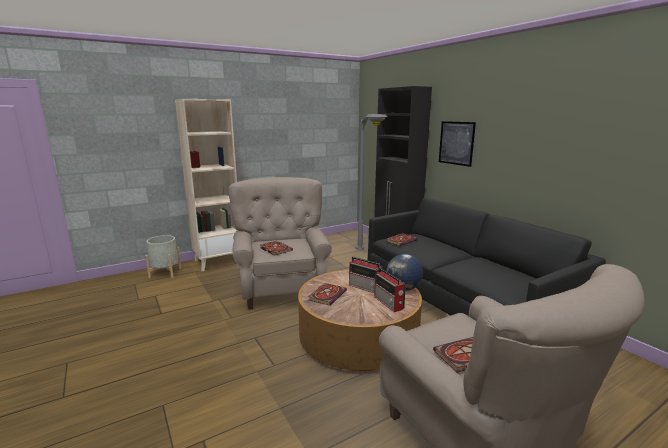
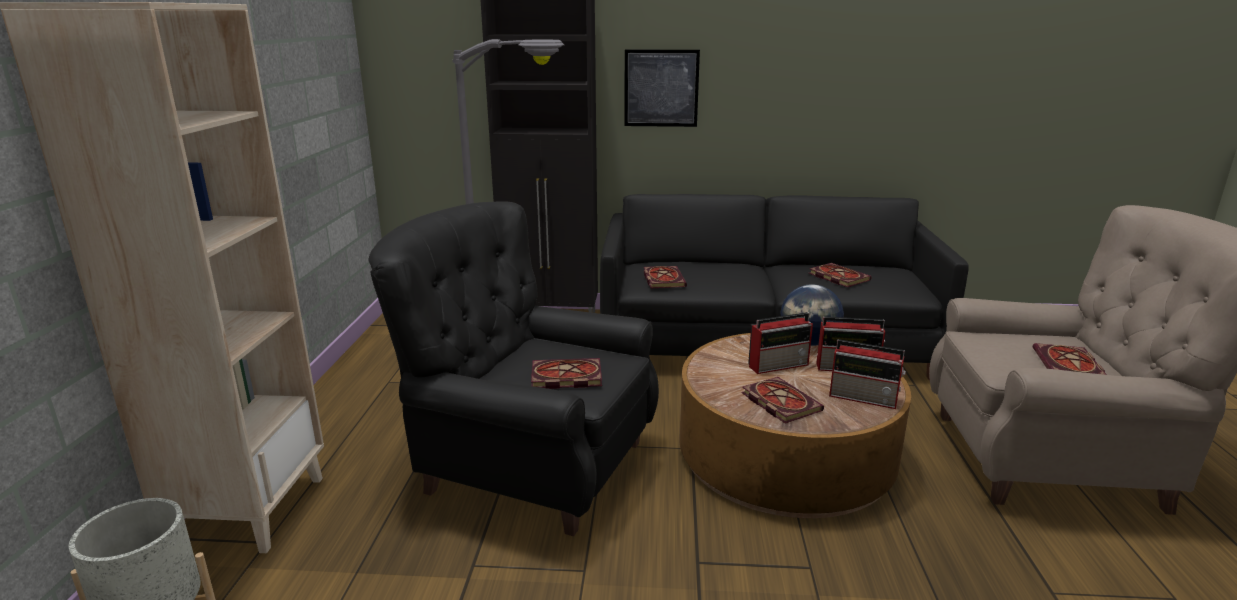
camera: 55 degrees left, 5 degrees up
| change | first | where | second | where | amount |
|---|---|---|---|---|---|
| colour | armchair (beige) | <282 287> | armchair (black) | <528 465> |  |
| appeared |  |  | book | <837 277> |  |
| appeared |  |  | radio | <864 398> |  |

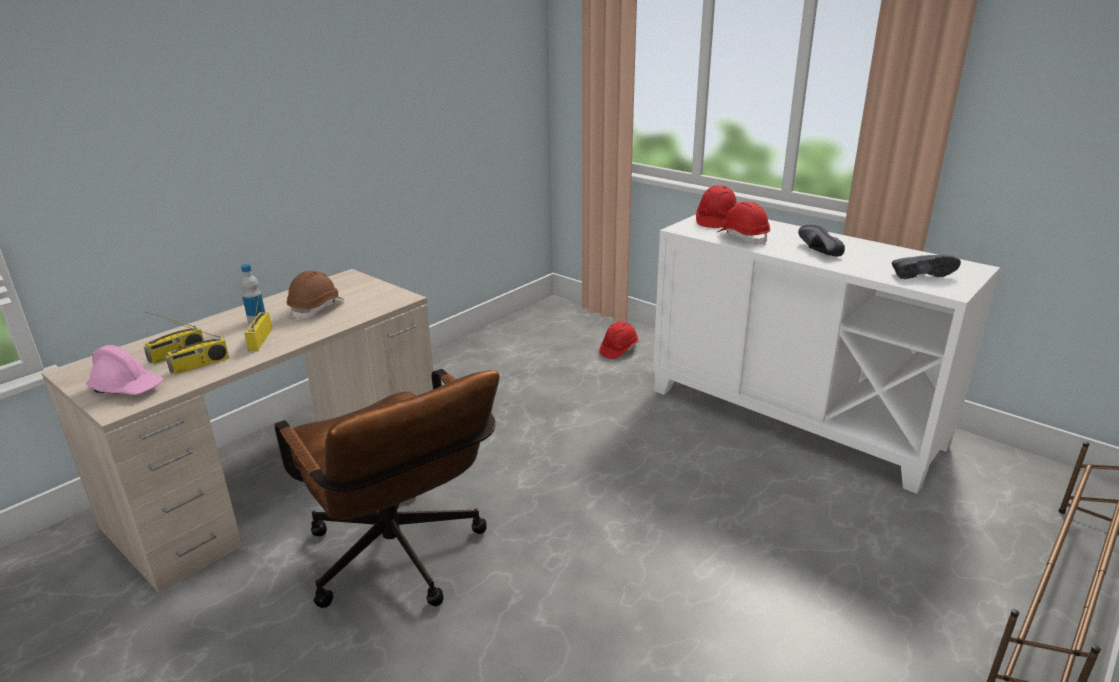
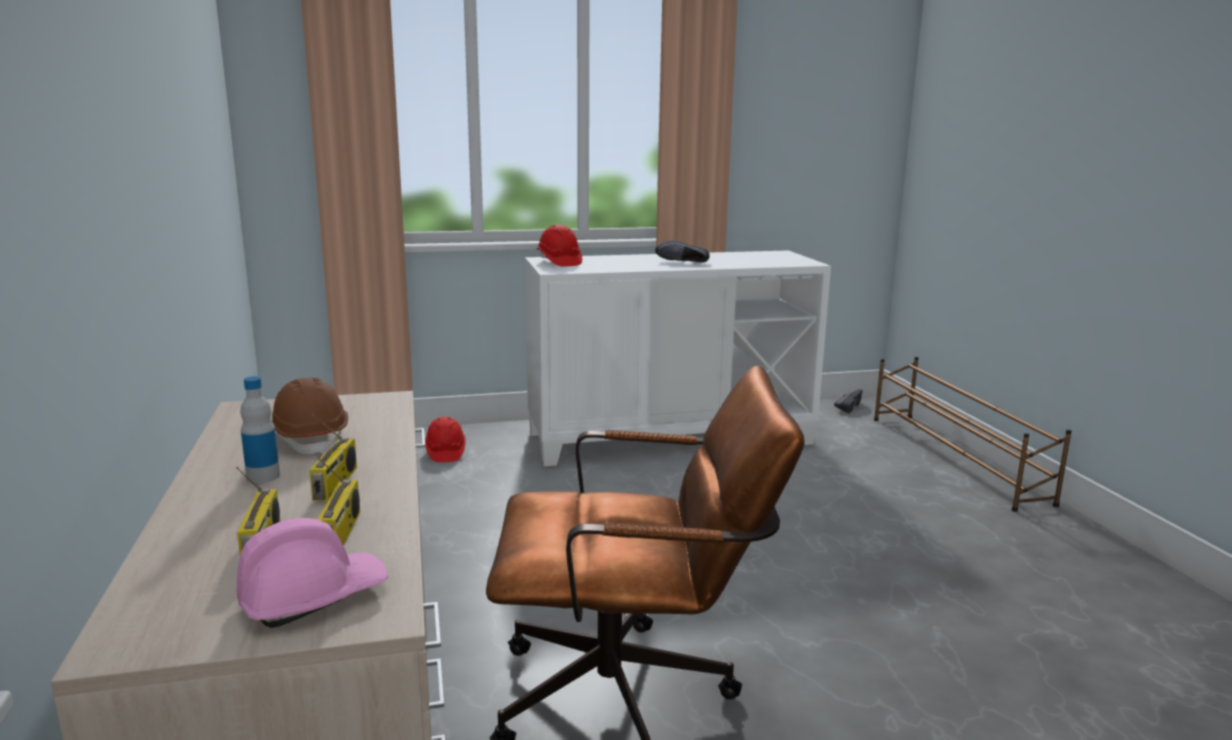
camera: 55 degrees left, 10 degrees down
| change | first | where | second | where | amount |
|---|---|---|---|---|---|
| spun | radio | <260 339> |  | <336 484> | 120 degrees counterclockwise |
| relocated | shoe (black) | <921 274> |  | <847 407> |  |
| missing | hard hat (red) | <743 237> |  |  |  |

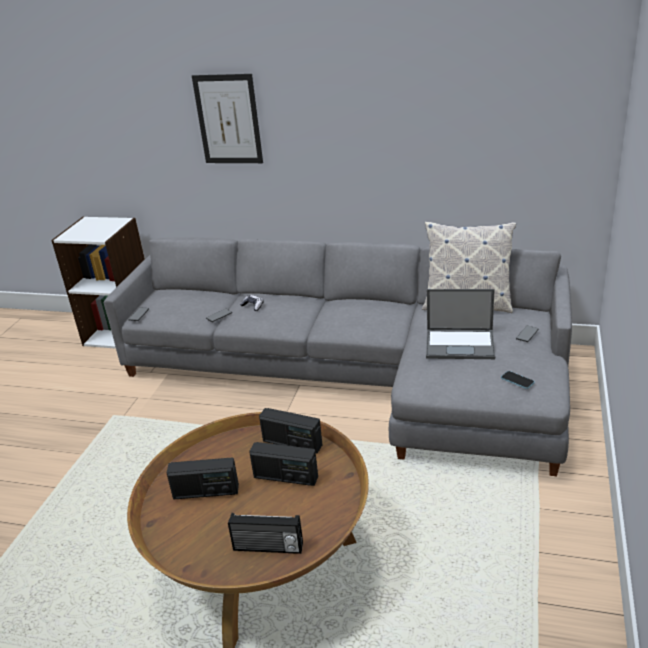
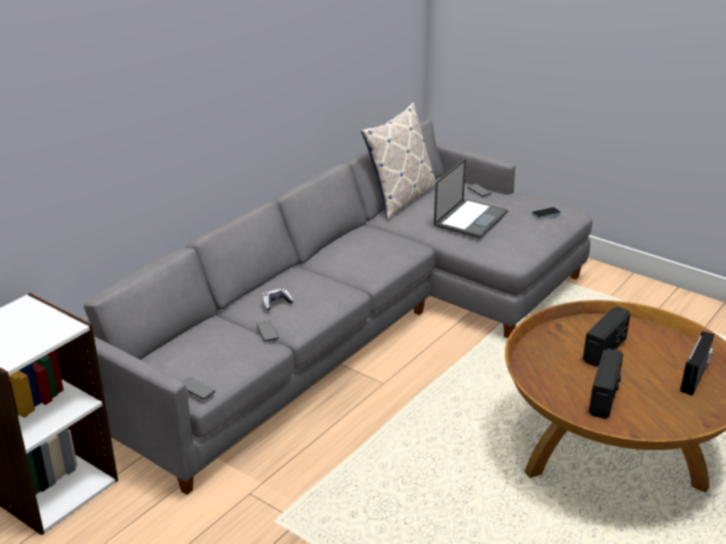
camera: 70 degrees left, 0 degrees up
| change | first | where | second | where | amount |
|---|---|---|---|---|---|
| missing | picture | <228 119> |  |  |  |
| missing | radio | <292 443> |  |  |  |

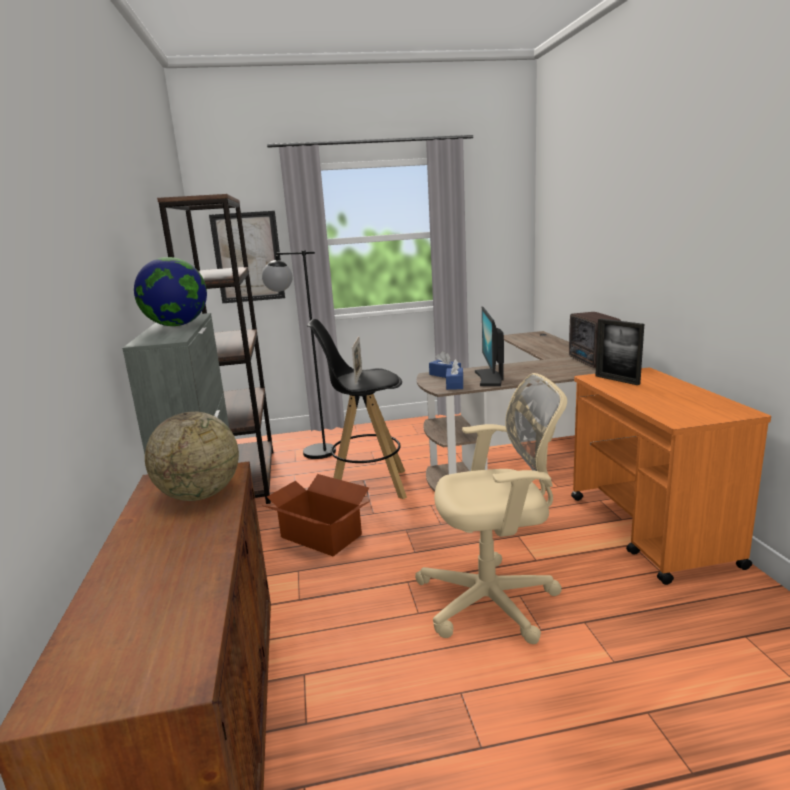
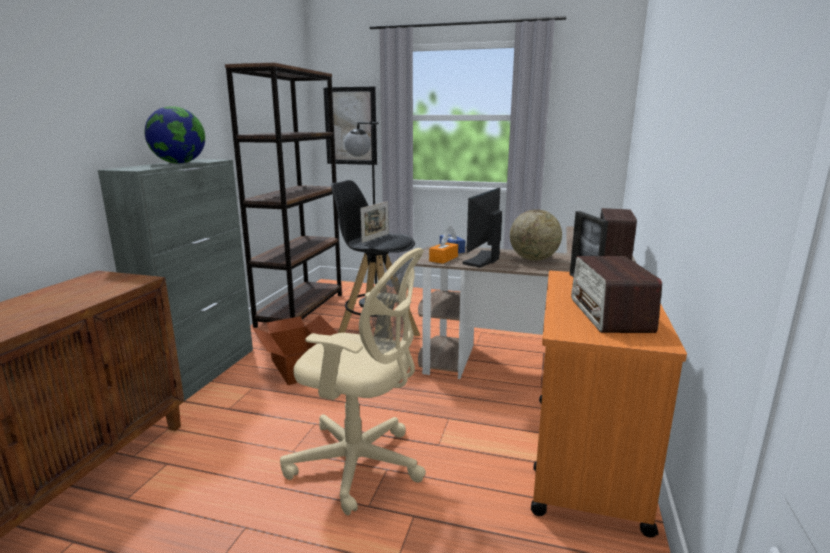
camera: 25 degrees right, 0 degrees up
| change | first | where | second | where | amount |
|---|---|---|---|---|---|
| colour | tissue box (blue) | <455 385> | tissue box (orange) | <443 259> |  |
| relocated | globe | <200 495> |  | <533 259> |  |
| appeared |  |  | radio | <610 315> |  |

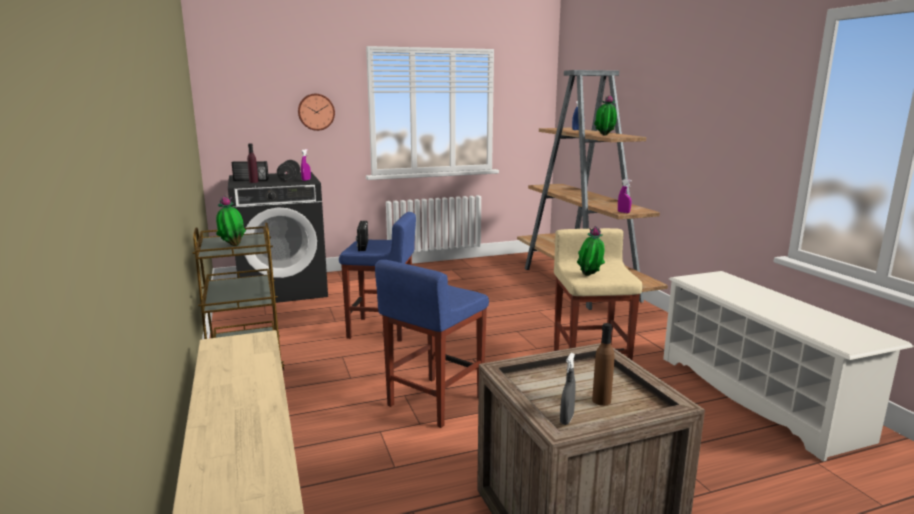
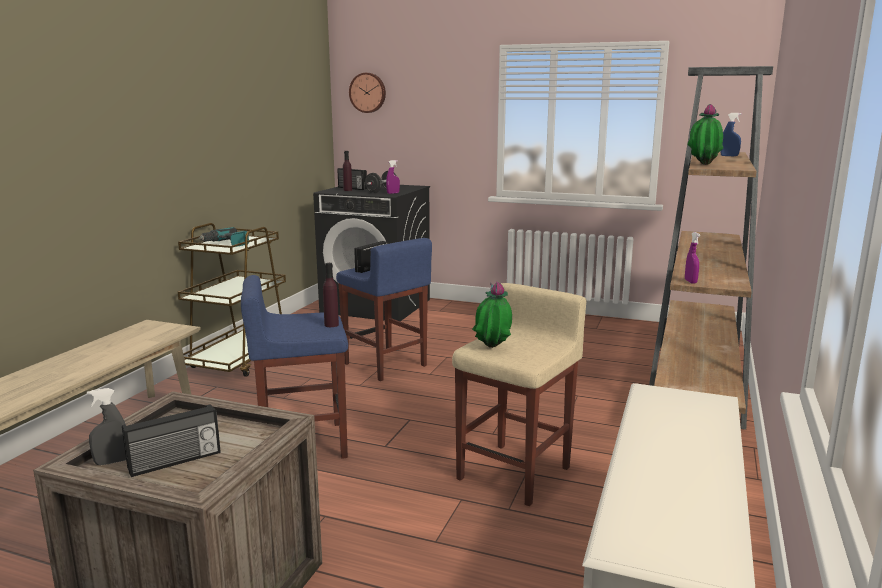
camera: 40 degrees right, 0 degrees up
| change | first | where | second | where | amount |
|---|---|---|---|---|---|
| exchanged | bottle (brown) | <601 400> | radio | <175 462> |  |
| exchanged | potted plant | <232 245> | power drill | <226 244> |  |
| appeared |  |  | bottle (purple) | <331 325> |  |
| relocated | wall clock | <316 112> |  | <368 92> |  |

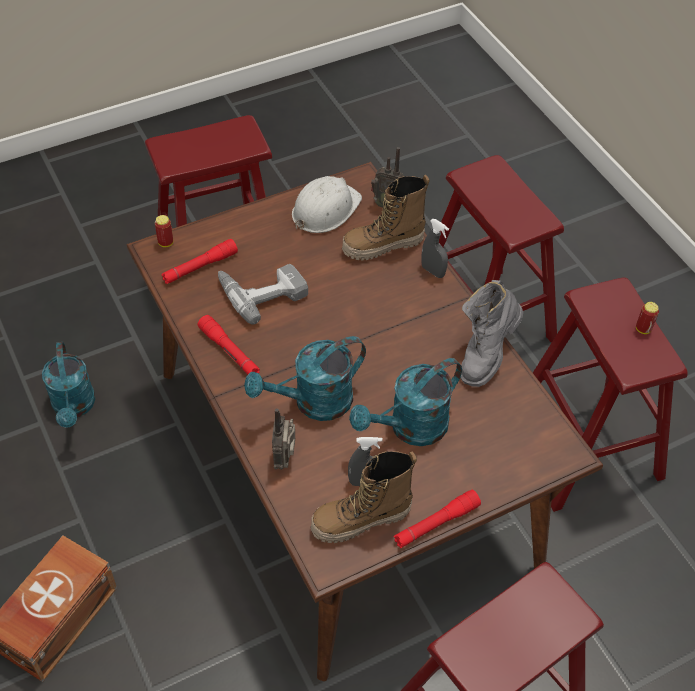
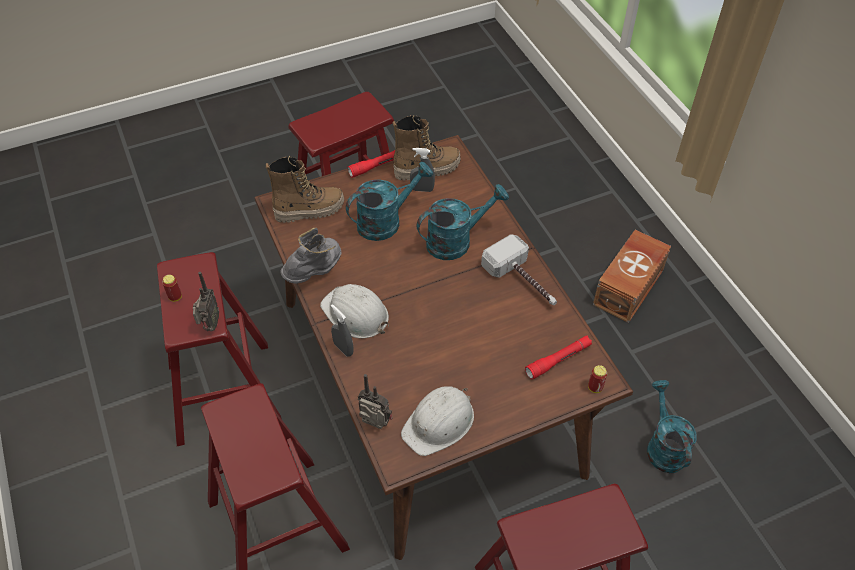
camera: 175 degrees left, 0 degrees up
| change | first | where | second | where | amount |
|---|---|---|---|---|---|
| relocated | radio | <285 458> |  | <210 326> |  |
| relocated | boot | <383 246> |  | <309 210> |  |
| appeared |  |  | hard hat (white) | <355 314> |  |
| exchanged | flashlight (red) | <229 351> | hammer | <523 281> |  |
| missing | power drill | <261 291> |  |  |  |

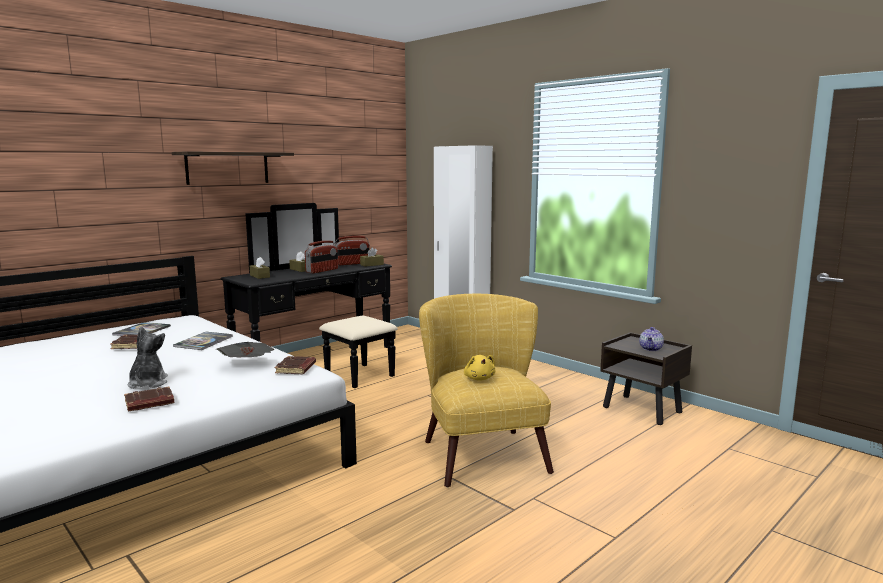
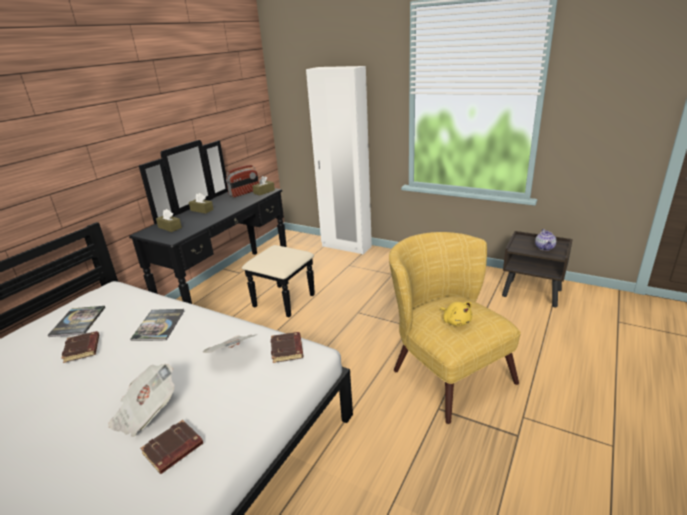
camera: 15 degrees left, 15 degrees up
| change | first | where | second | where | amount |
|---|---|---|---|---|---|
| exchanged | plush toy | <148 383> | newspaper | <146 413> |  |
| missing | shelf | <227 168> |  |  |  |
| missing | radio | <322 270> |  |  |  |

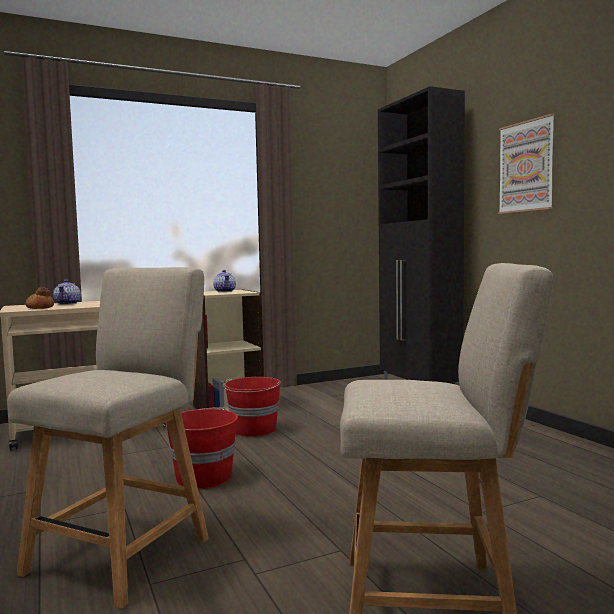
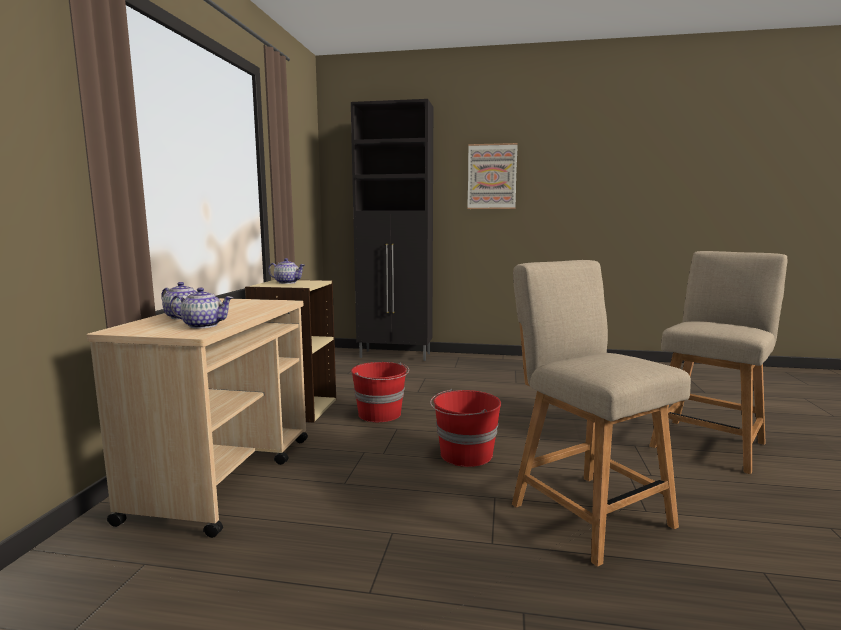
camera: 55 degrees left, 5 degrees up
| change | first | where | second | where | amount |
|---|---|---|---|---|---|
| exchanged | bread | <40 307> | teapot | <203 325> |  |

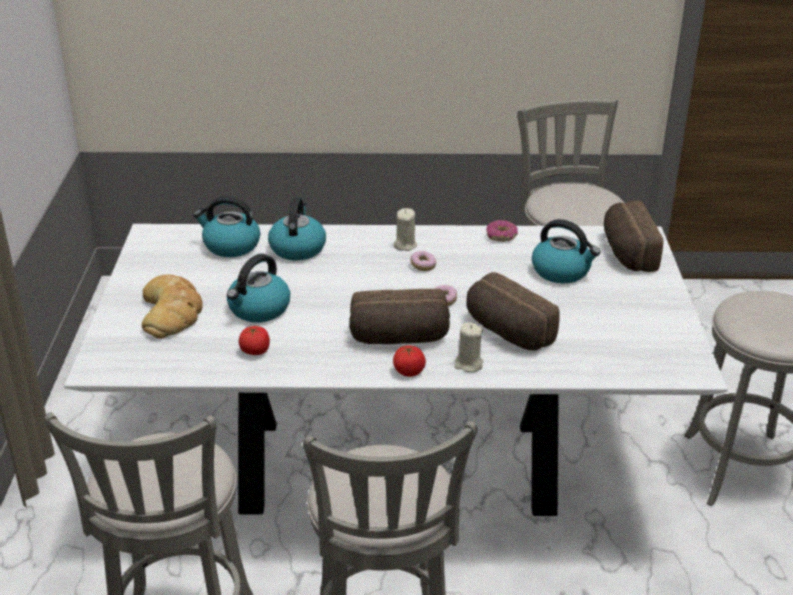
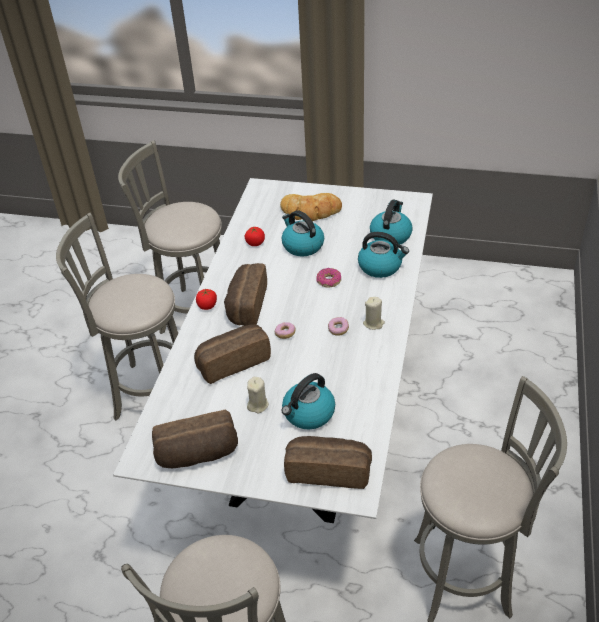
camera: 105 degrees right, 10 degrees up
| change | first | where | second | where | amount |
|---|---|---|---|---|---|
| appeared |  |  | bread | <198 455> |  |
| relocated | candle (beige) | <468 364> |  | <258 405> |  |
| relocated | donut | <501 236> |  | <328 281> |  |

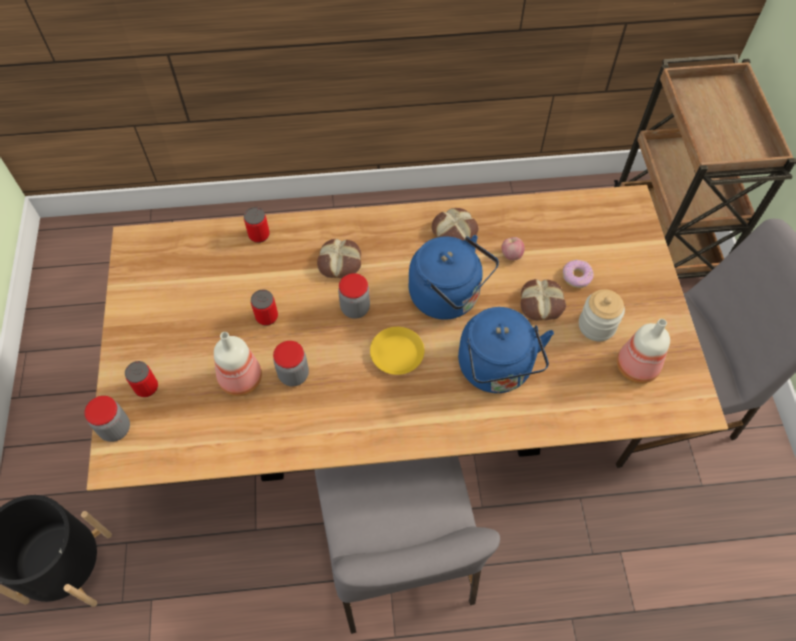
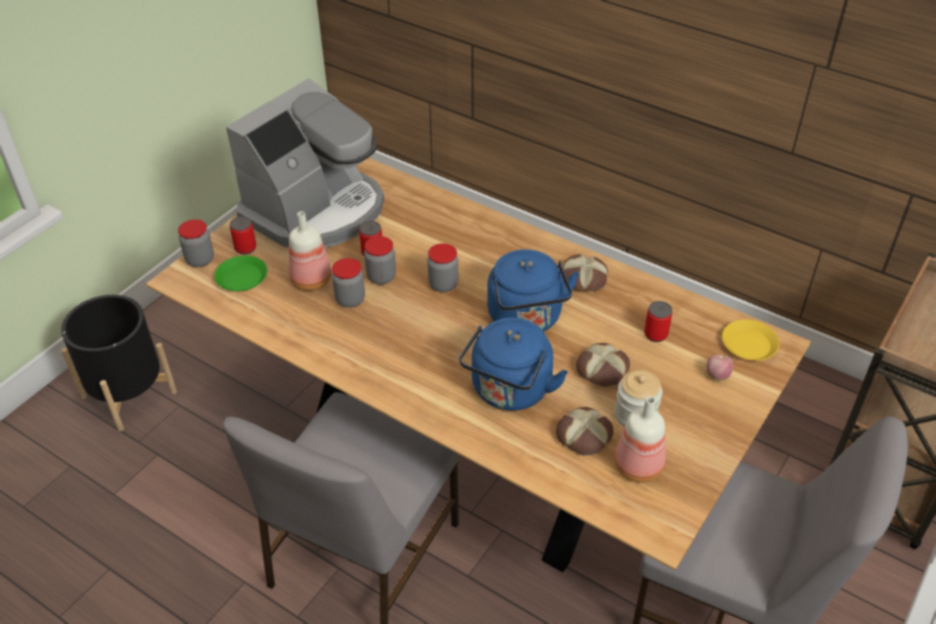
camera: 40 degrees right, 15 degrees down
| change | first | where | second | where | amount |
|---|---|---|---|---|---|
| appeared |  |  | plate (green) | <241 278> |  |
| appeared |  |  | coffee machine | <316 210> |  |
| appeared |  |  | jar | <381 277> |  |
| relocated | bread | <340 262> |  | <584 436> |  |
| relocated | can | <259 235> |  | <655 334> |  |
| relocated | apple | <511 255> |  | <717 375> |  |
| relocated | plate (yellow) | <397 353> |  | <749 344> |  |
| missing | donut | <576 276> |  |  |  |

